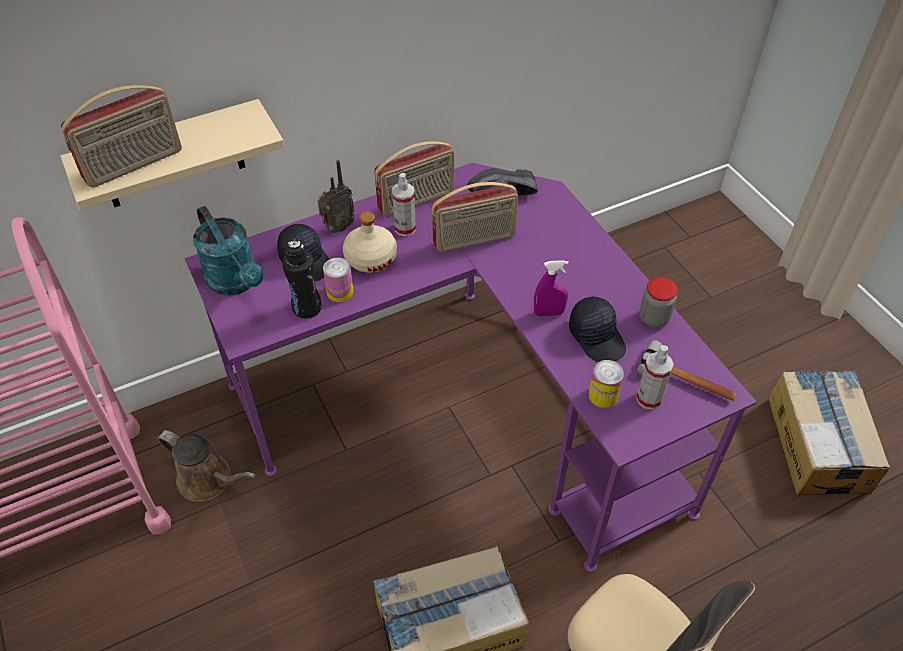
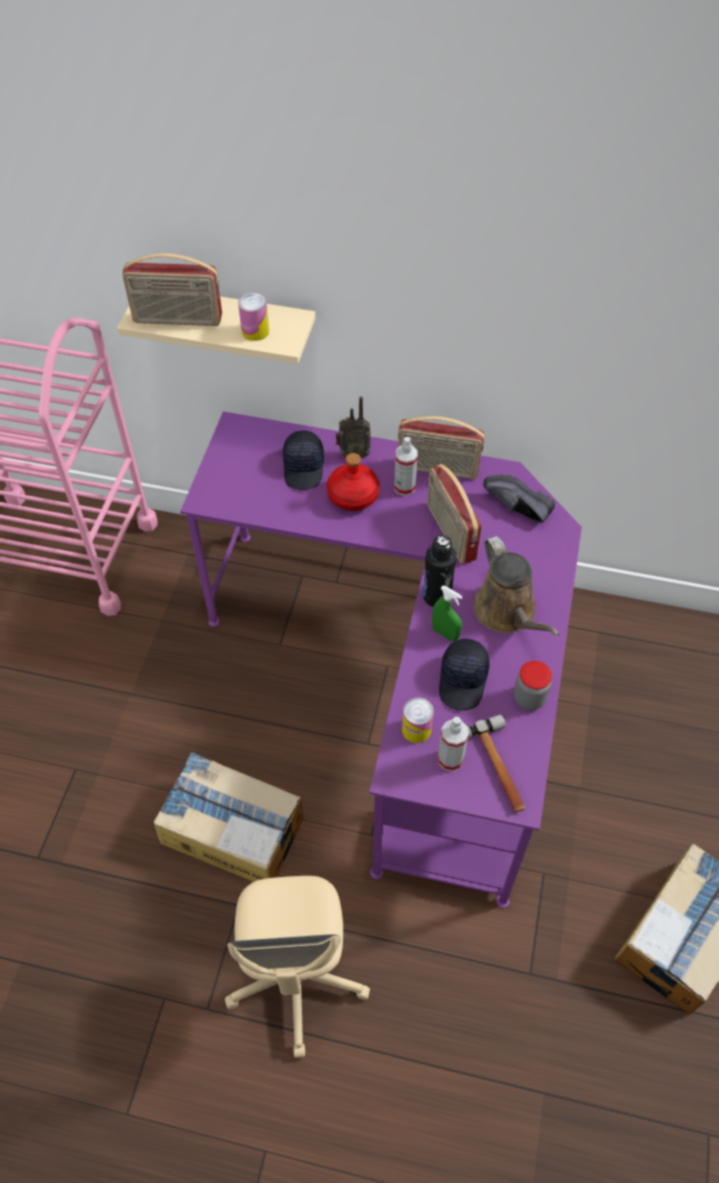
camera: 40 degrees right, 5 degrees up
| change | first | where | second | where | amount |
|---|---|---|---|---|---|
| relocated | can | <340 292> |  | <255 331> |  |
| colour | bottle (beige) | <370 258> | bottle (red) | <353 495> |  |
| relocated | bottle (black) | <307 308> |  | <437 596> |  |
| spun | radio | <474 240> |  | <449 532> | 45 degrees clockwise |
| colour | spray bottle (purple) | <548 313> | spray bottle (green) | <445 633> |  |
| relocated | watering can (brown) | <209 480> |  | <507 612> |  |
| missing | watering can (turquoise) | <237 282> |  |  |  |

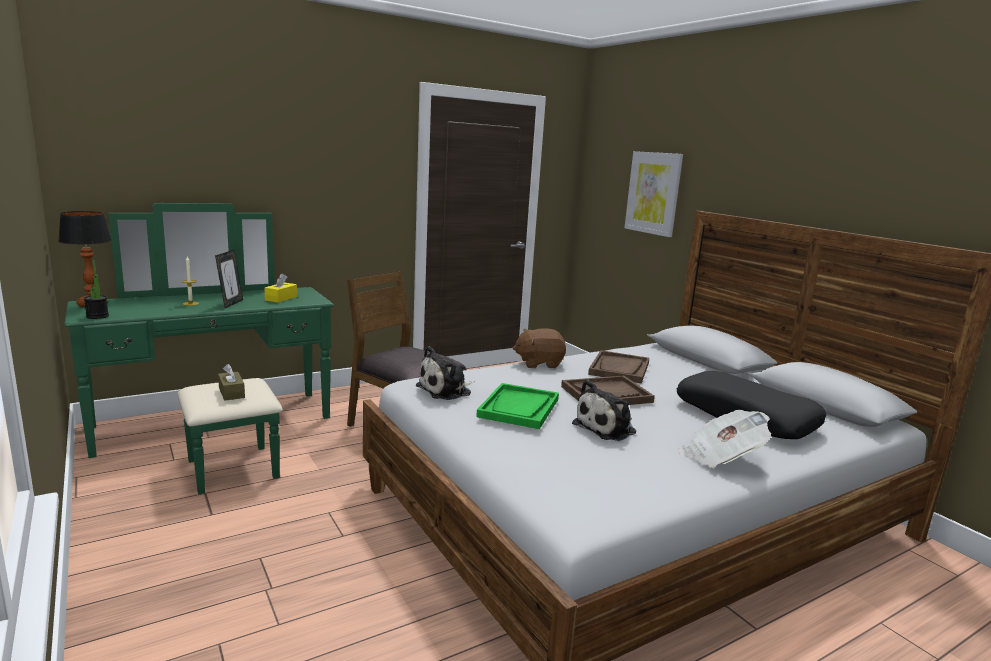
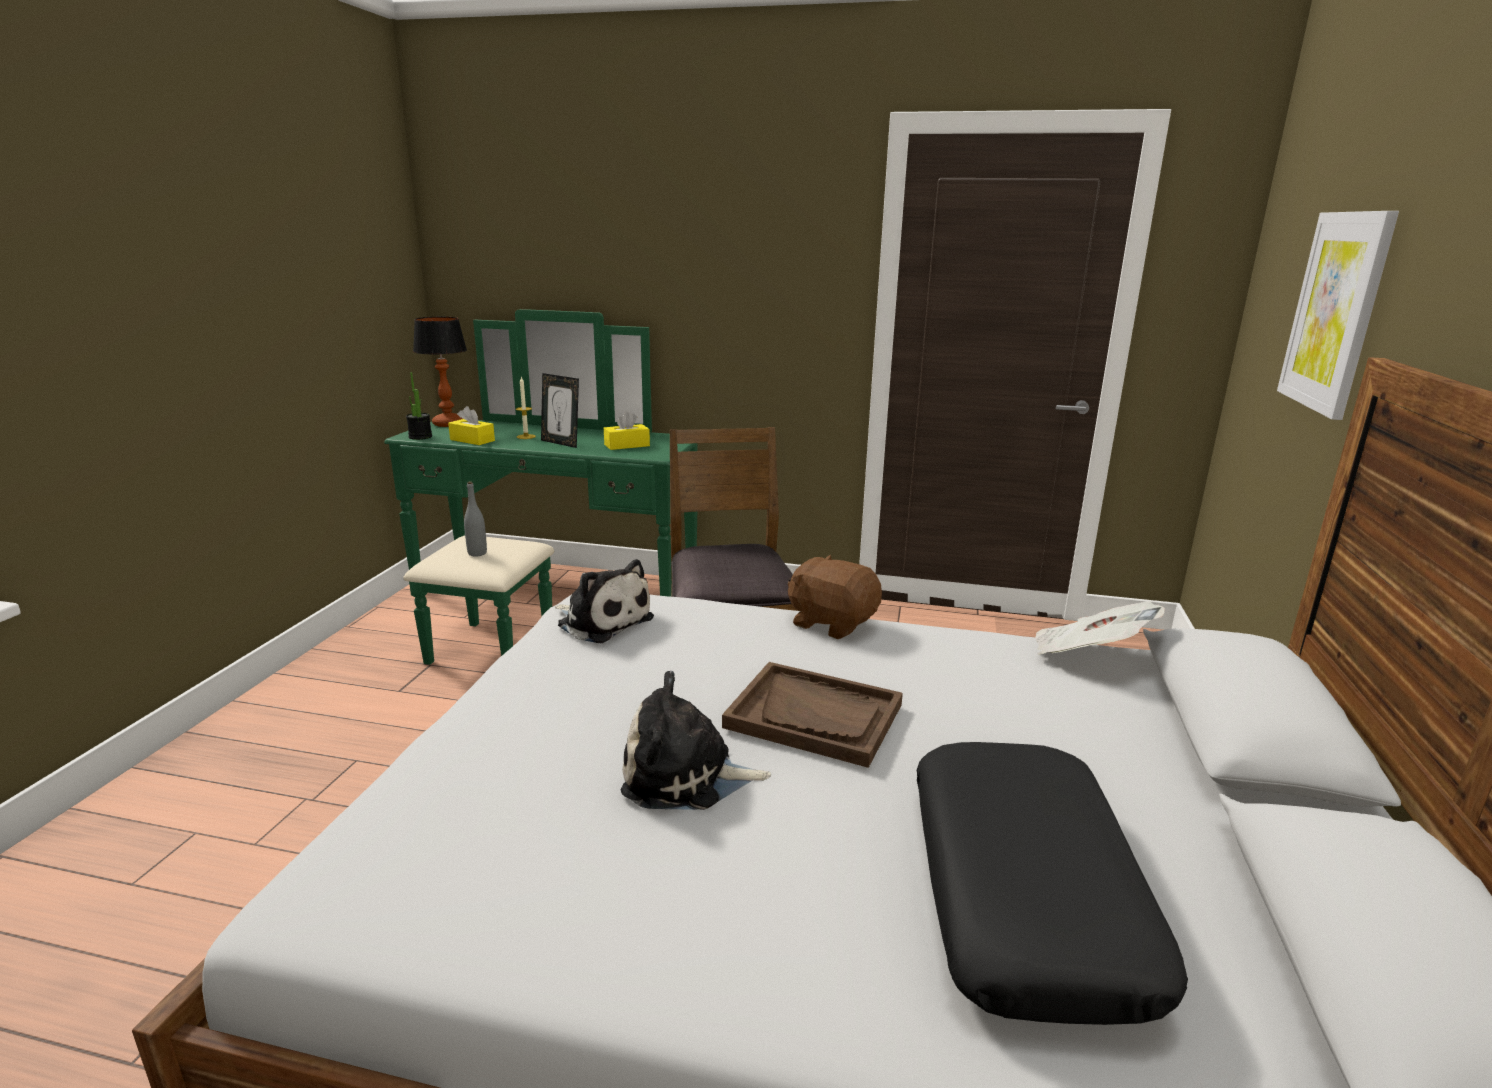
camera: 45 degrees right, 5 degrees up
| change | first | where | second | where | amount |
|---|---|---|---|---|---|
| appeared |  |  | tissue box (yellow) | <472 440> |  |
| exchanged | tissue box (brown) | <231 393> | bottle (grey) | <477 553> |  |
| spun | picture frame | <231 303> |  | <561 443> | 75 degrees clockwise |
| spun | plush toy | <446 390> |  | <602 621> | 150 degrees counterclockwise |
| relocated | newspaper | <720 457> |  | <1087 655> |  |
| missing | tray (green) | <519 408> |  |  |  |
| missing | tray (brown) | <619 369> |  |  |  |

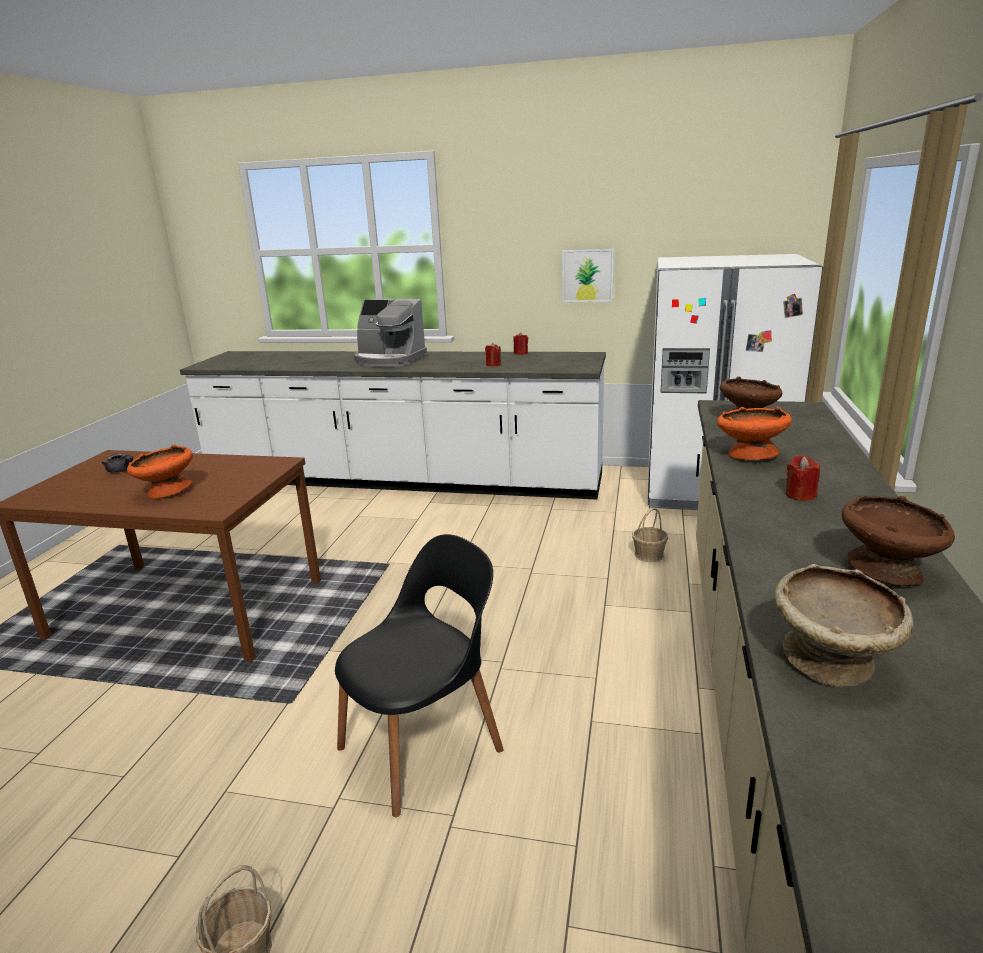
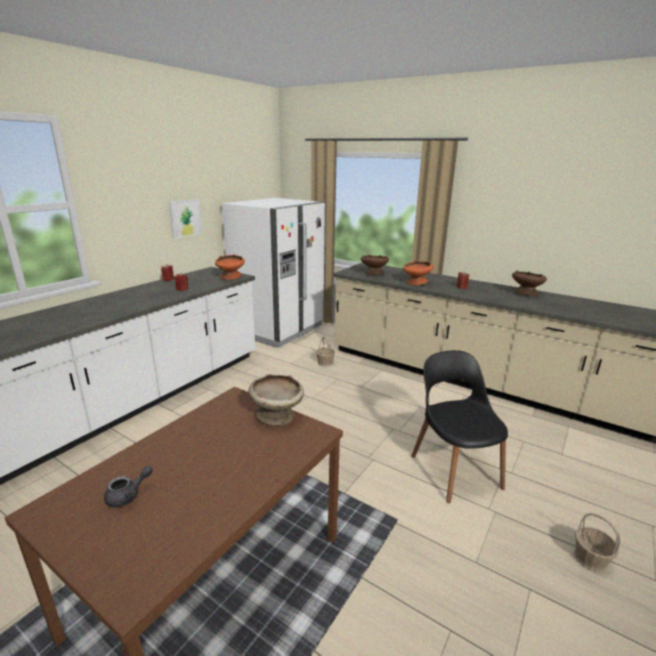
camera: 70 degrees left, 0 degrees up
| change | first | where | second | where | amount |
|---|---|---|---|---|---|
| relocated | bowl (orange) | <167 492> |  | <231 277> |  |
| relocated | bowl (beige) | <832 663> |  | <277 415> |  |
| missing | coffee machine | <389 360> |  |  |  |

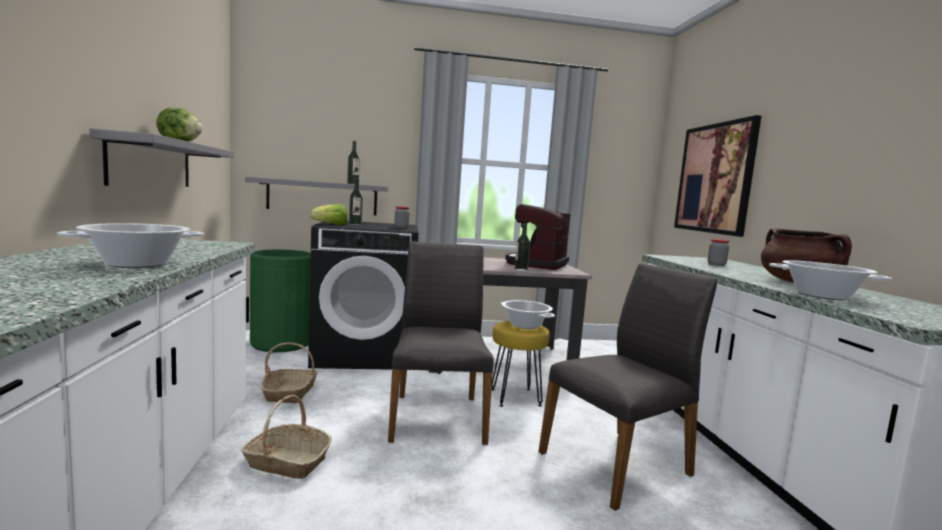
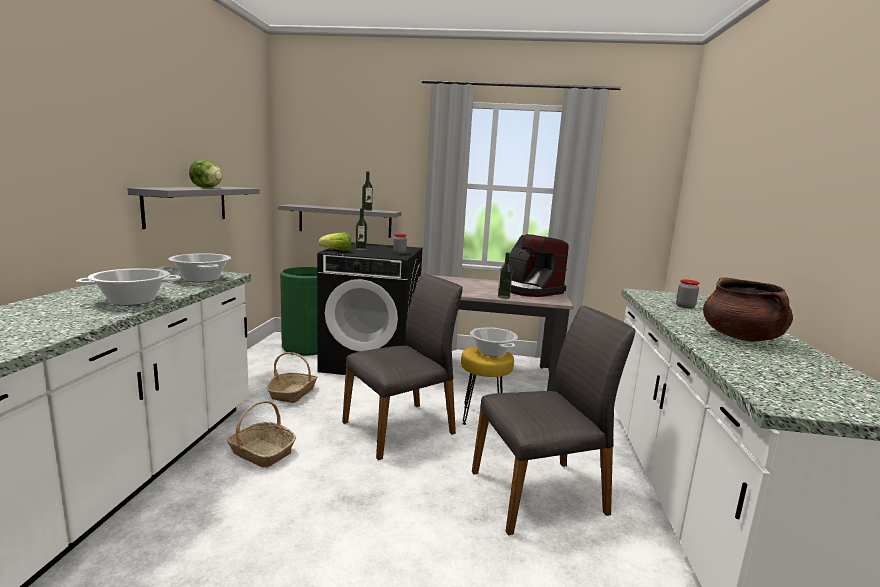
camera: 15 degrees right, 5 degrees up
| change | first | where | second | where | amount |
|---|---|---|---|---|---|
| relocated | cooking pot | <822 296> |  | <202 279> |  |
| spun | chair (grey) | <437 417> |  | <400 428> | 45 degrees clockwise |
| spun | coffee machine | <537 264> |  | <529 290> | 75 degrees counterclockwise |
| missing | picture | <714 178> |  |  |  |

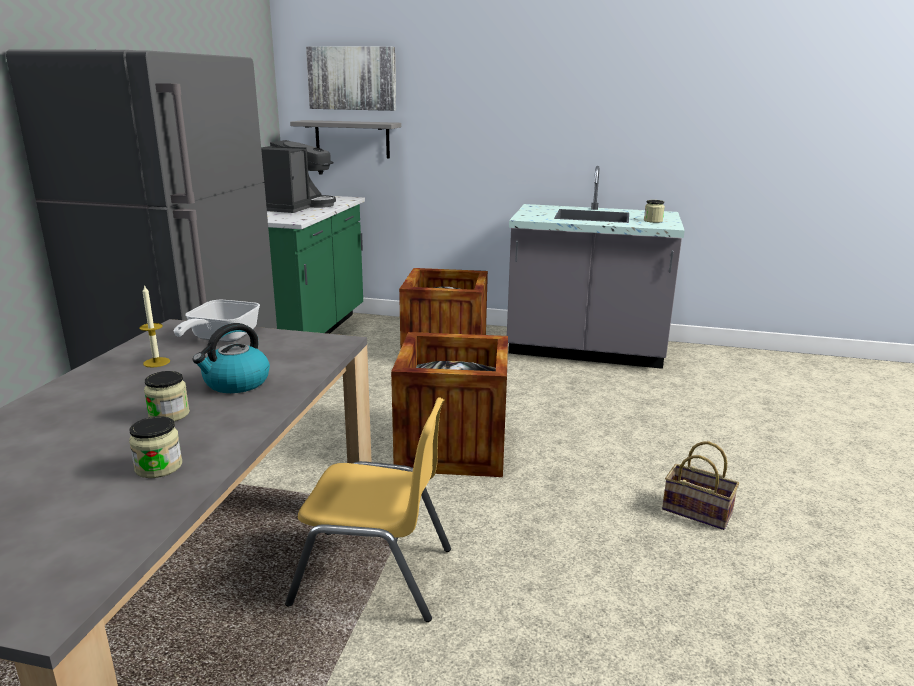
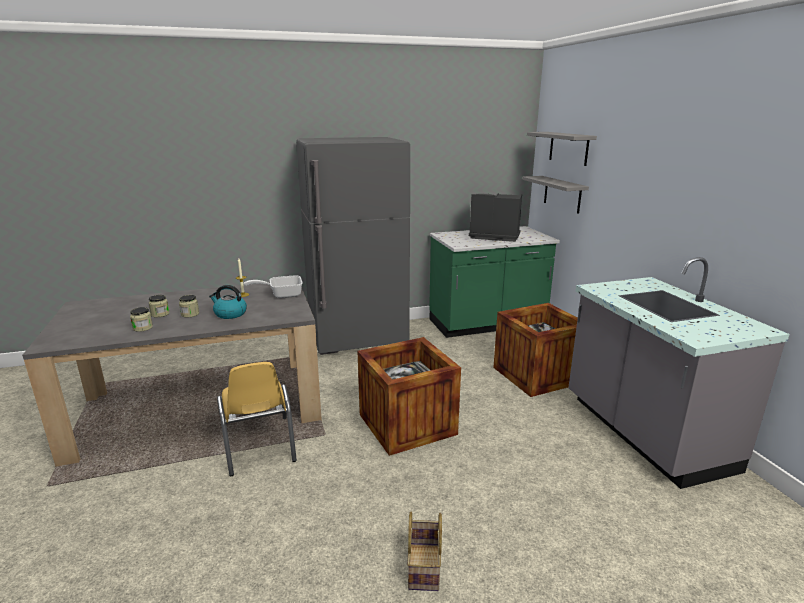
camera: 60 degrees right, 0 degrees up
| change | first | where | second | where | amount |
|---|---|---|---|---|---|
| relocated | jar | <653 221> |  | <160 314> |  |
| spun | coffee machine | <295 207> |  | <493 236> | 150 degrees counterclockwise |
| exchanged | picture | <352 78> | shelf (grey) | <568 148> |  |

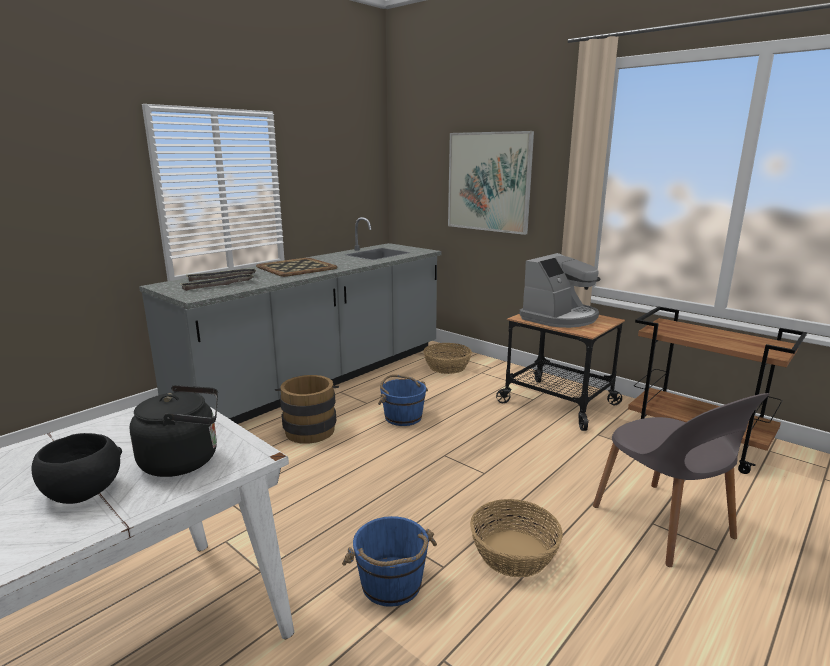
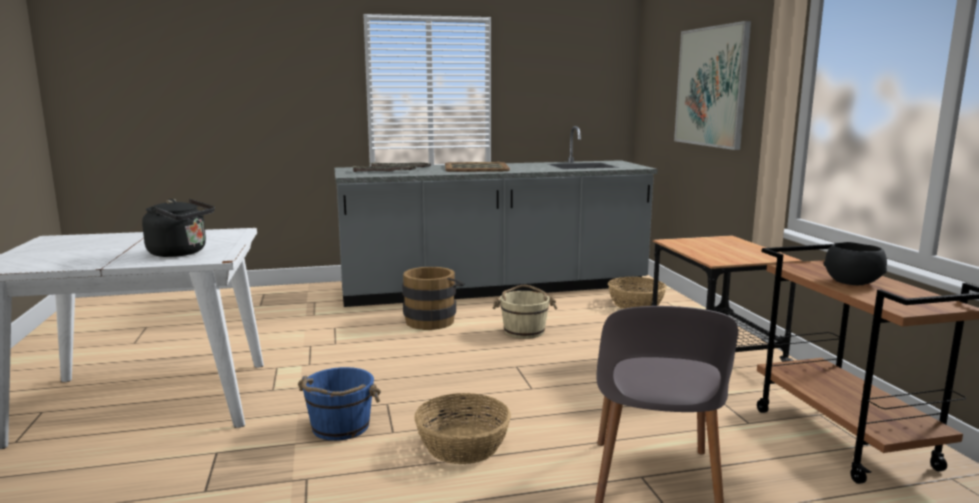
camera: 35 degrees right, 5 degrees down
| change | first | where | second | where | amount |
|---|---|---|---|---|---|
| colour | bucket (blue) | <403 417> | bucket (beige) | <524 331> |  |
| relocated | bowl (black) | <83 491> |  | <852 281> |  |
| missing | coffee machine | <560 318> |  |  |  |

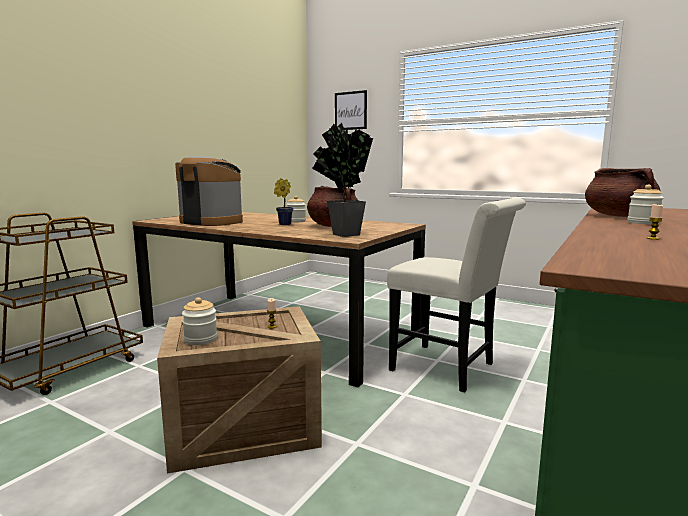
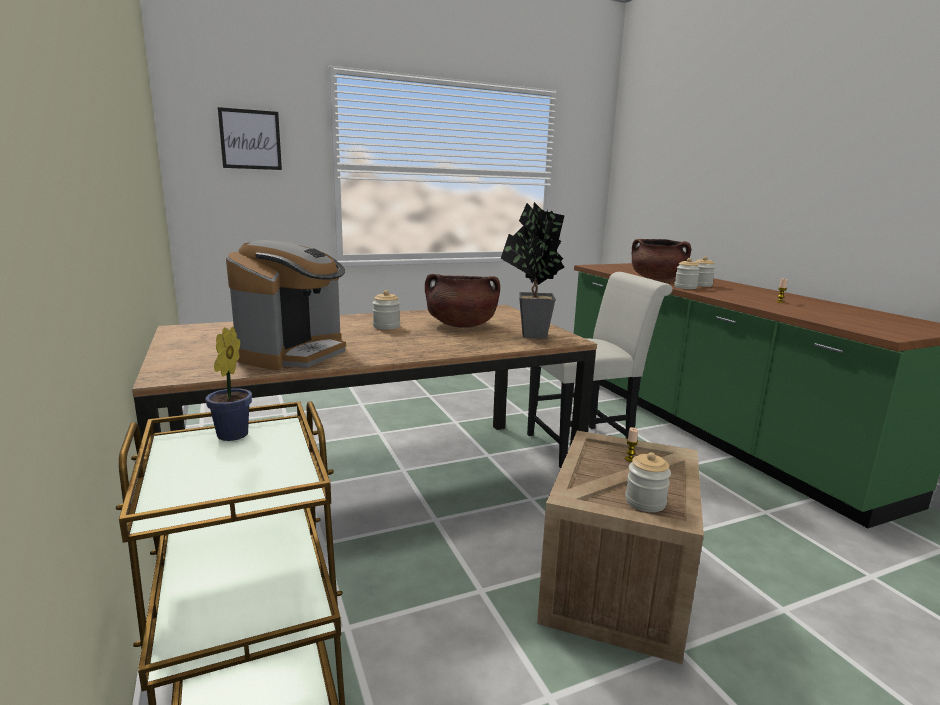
camera: 55 degrees left, 5 degrees up
| change | first | where | second | where | amount |
|---|---|---|---|---|---|
| relocated | potted plant | <283 224> |  | <230 437> |  |
| spun | coffee machine | <212 222> |  | <294 354> | 135 degrees clockwise |
| appeared |  |  | jar | <685 287> |  |

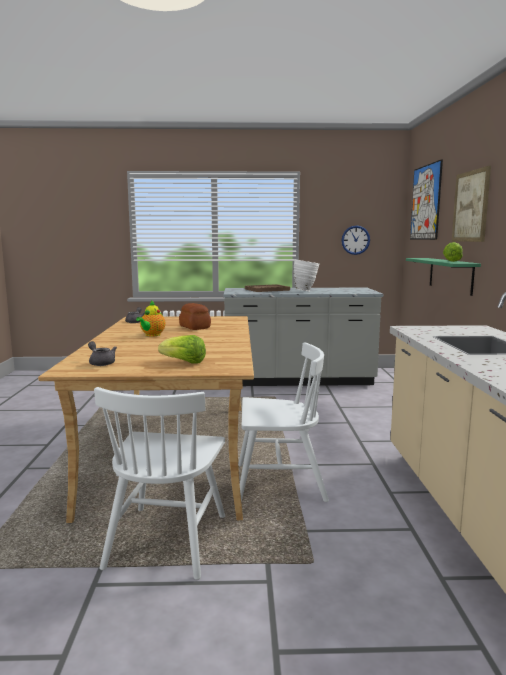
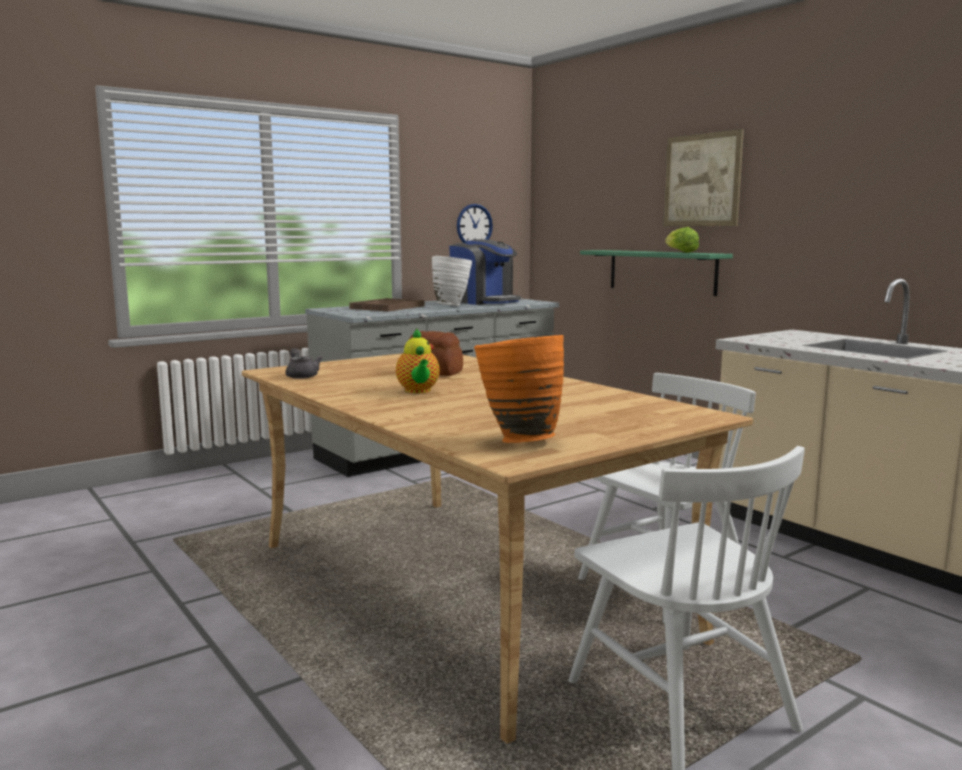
camera: 35 degrees left, 0 degrees up
| change | first | where | second | where | amount |
|---|---|---|---|---|---|
| appeared |  |  | coffee machine | <484 302> |  |
| exchanged | teapot (grey) | <101 363> | vase (orange) | <517 439> |  |
| missing | lettuce | <184 362> |  |  |  |
| missing | picture | <425 202> |  |  |  |

